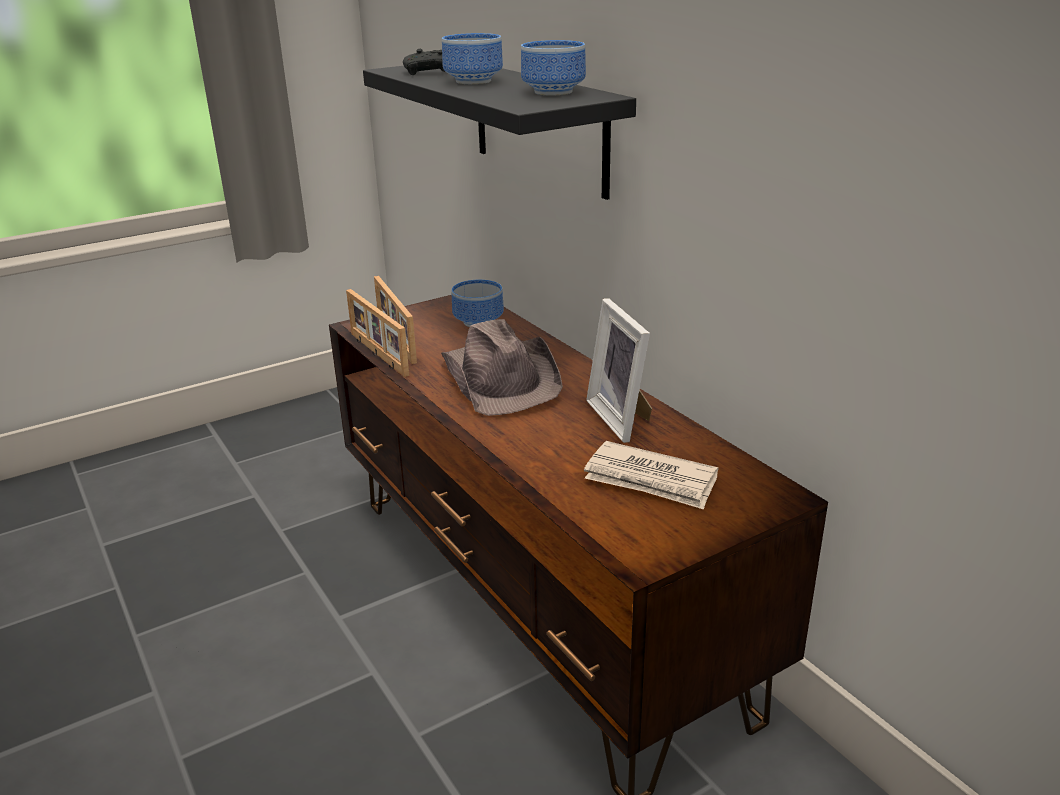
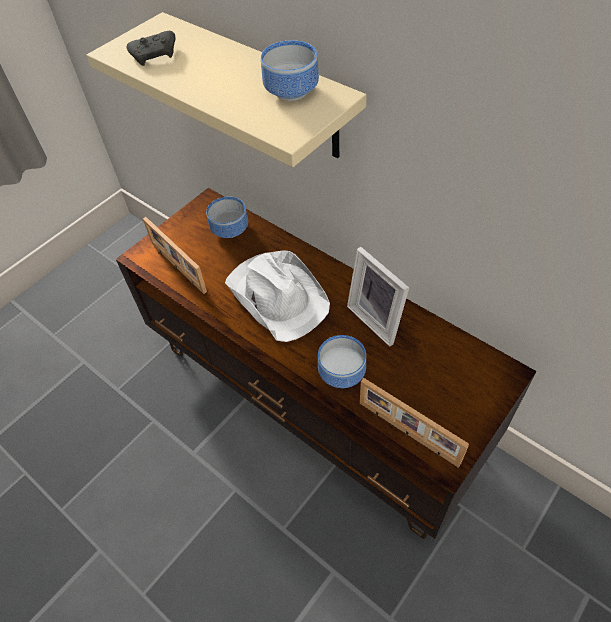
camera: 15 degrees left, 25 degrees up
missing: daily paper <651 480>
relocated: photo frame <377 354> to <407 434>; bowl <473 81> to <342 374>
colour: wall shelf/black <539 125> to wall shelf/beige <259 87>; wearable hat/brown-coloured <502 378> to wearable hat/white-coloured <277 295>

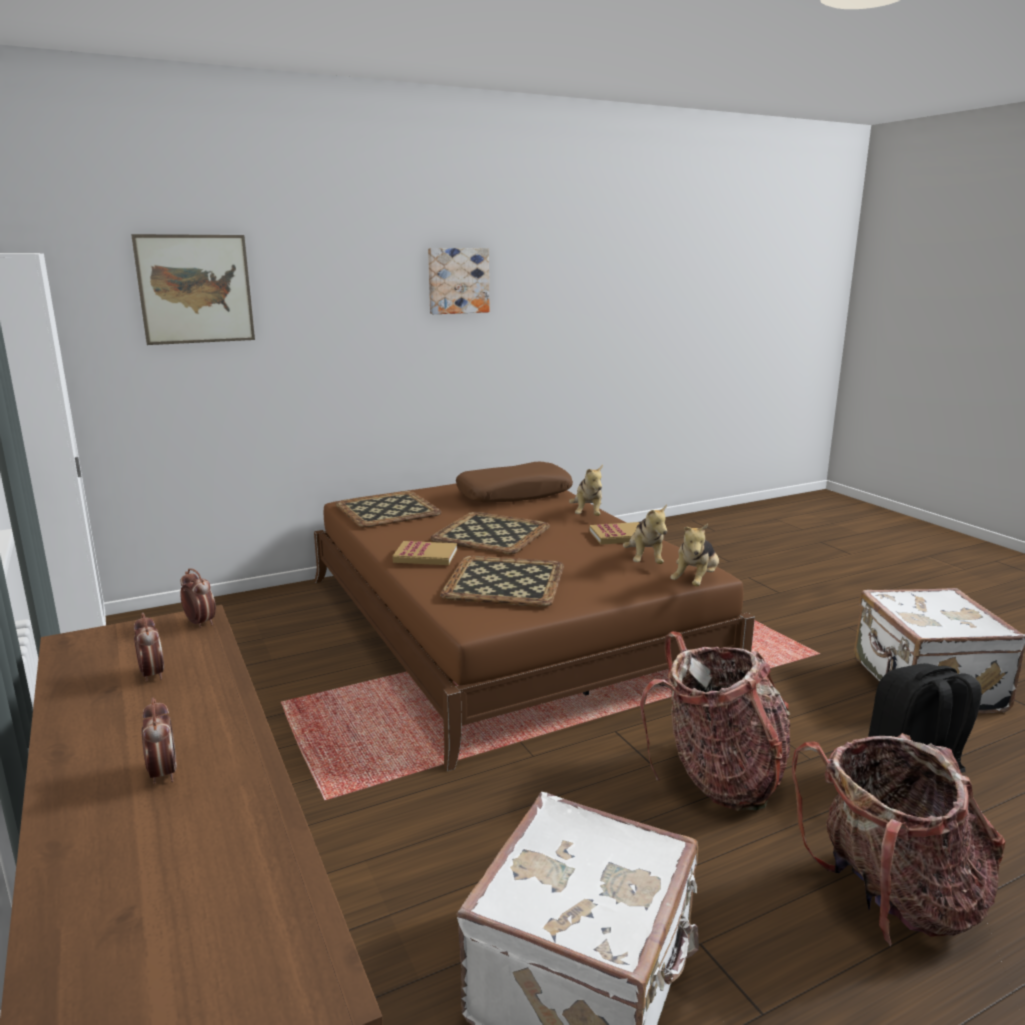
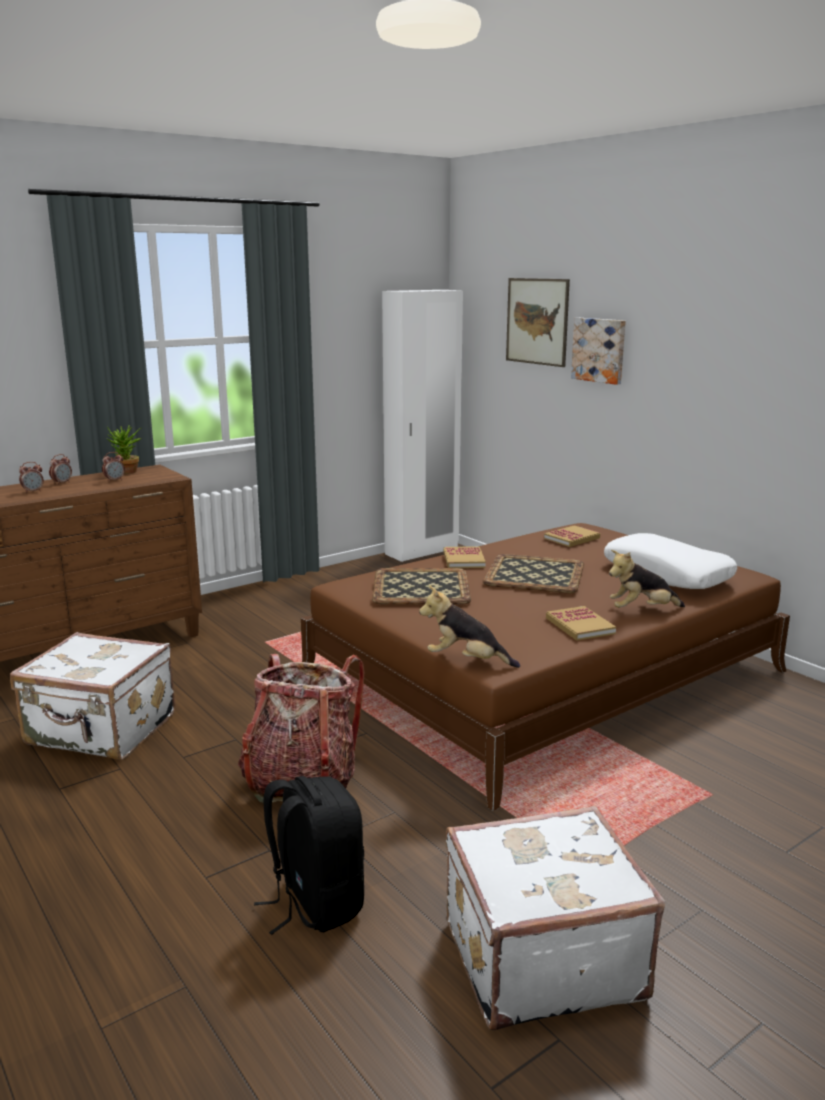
camera: 80 degrees right, 0 degrees up
missing: plush toy <645 561>; rucksack <890 898>
appeared: houseplant <127 472>
relocated: bedside clock <200 623> to <62 483>; wall picture <457 280> to <599 350>
exchanged: serving tray <387 510> to volume <572 538>
colour: pillow/brown-coloured <514 494> to pillow/white-coloured <667 574>

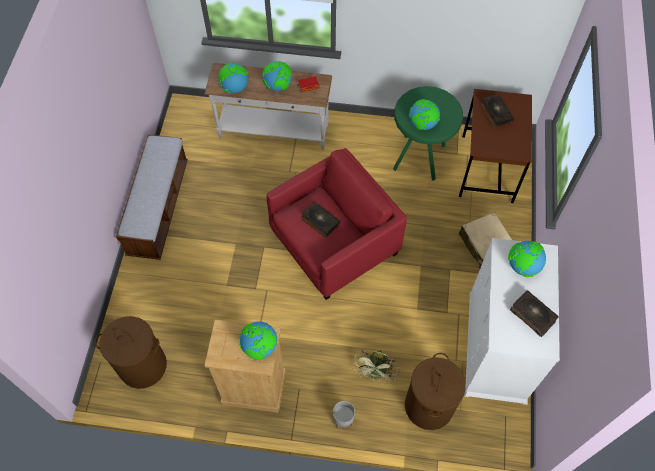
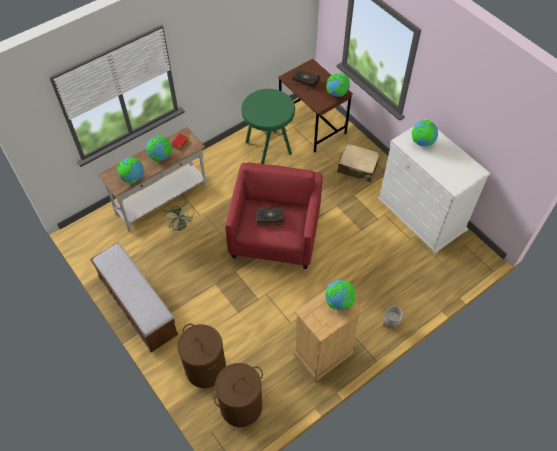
camera: 45 degrees left, 5 degrees down
missing: volume <532 315>
relocated: electric fan/green <376 374> to <181 227>; washing basket/brown-coloured <428 405> to <205 368>; desk globe <423 124> to <337 94>

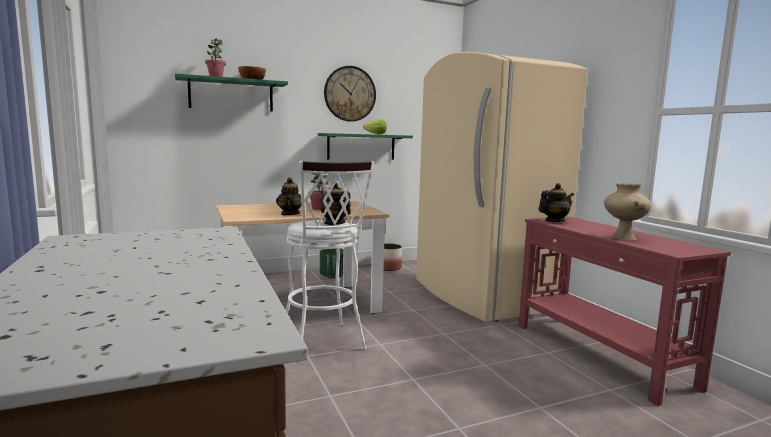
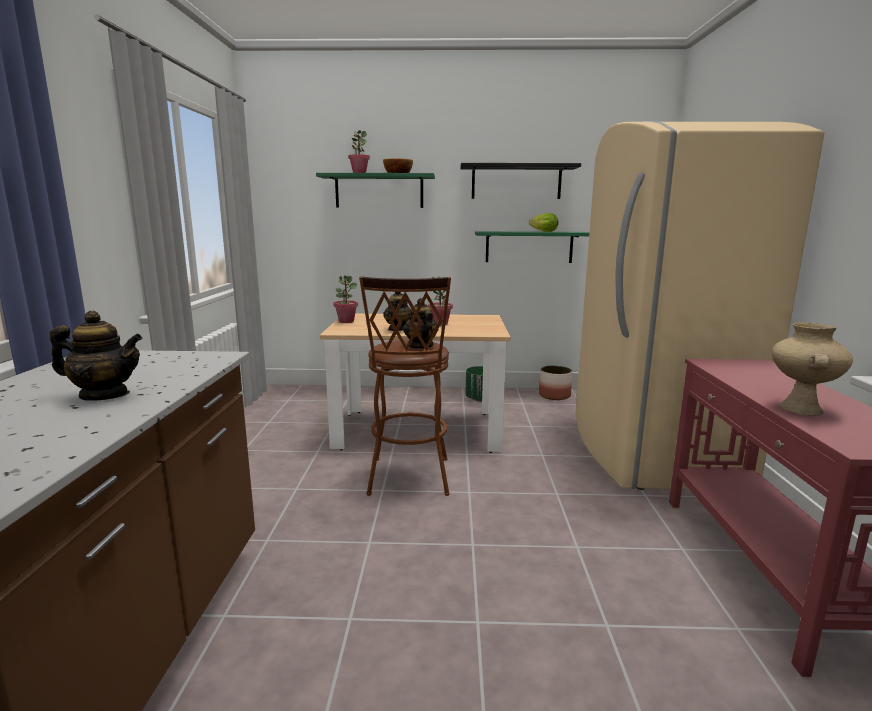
camera: 25 degrees right, 5 degrees up
appeared: houseplant <346 321>
relocated: tea pot <554 221> to <105 395>
exchanged: wall clock <350 94> to wall shelf/black <516 182>
colour: sitting stool/white-coloured <324 344> to sitting stool/brown-coloured <408 480>

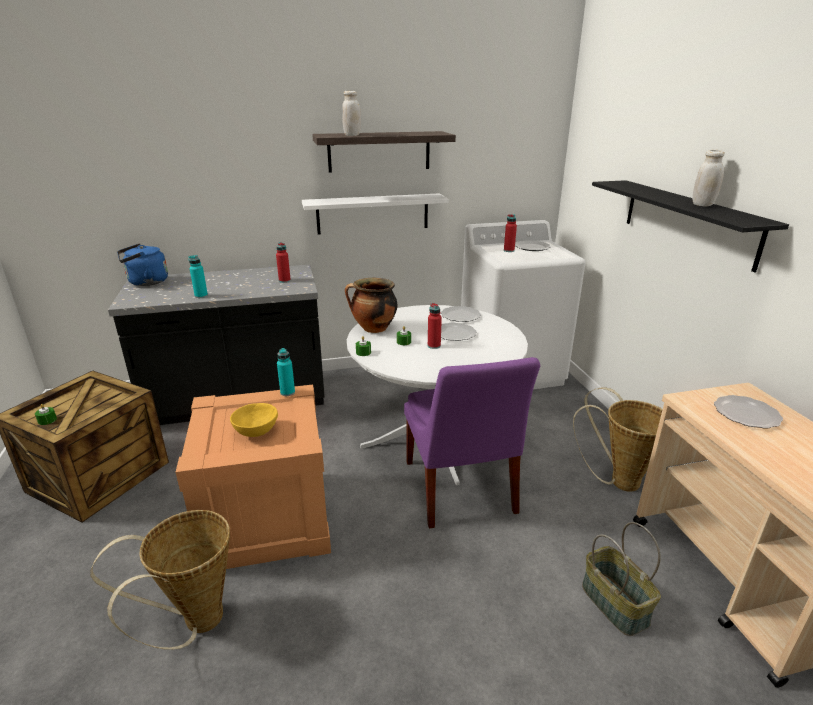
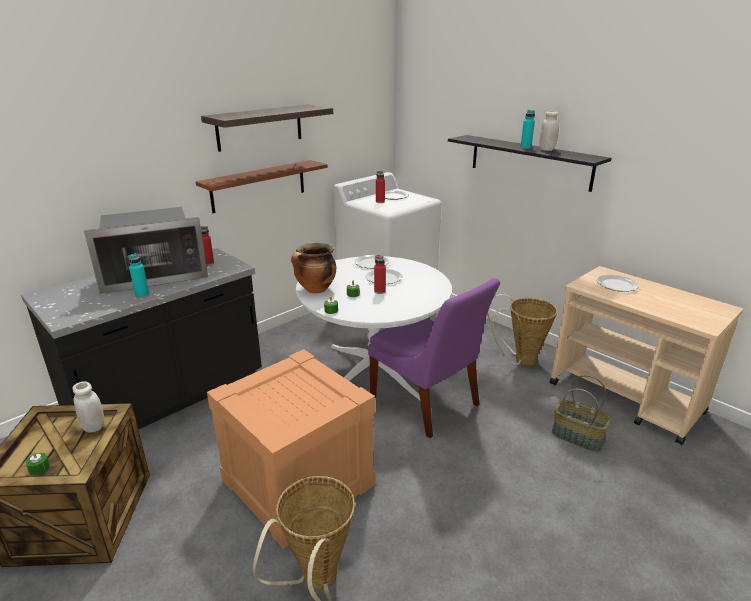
camera: 30 degrees left, 0 degrees up
missing: water kettle/blue <145 282>; bowl/yellow-coloured <255 432>
appeared: microwave oven <154 275>
relocated: beverage bottle/turquoise <287 392> to <525 147>; preserve jar/white-coloured <352 135> to <94 427>
colour: wall shelf/white-coloured <373 213> to wall shelf/brown-coloured <259 186>

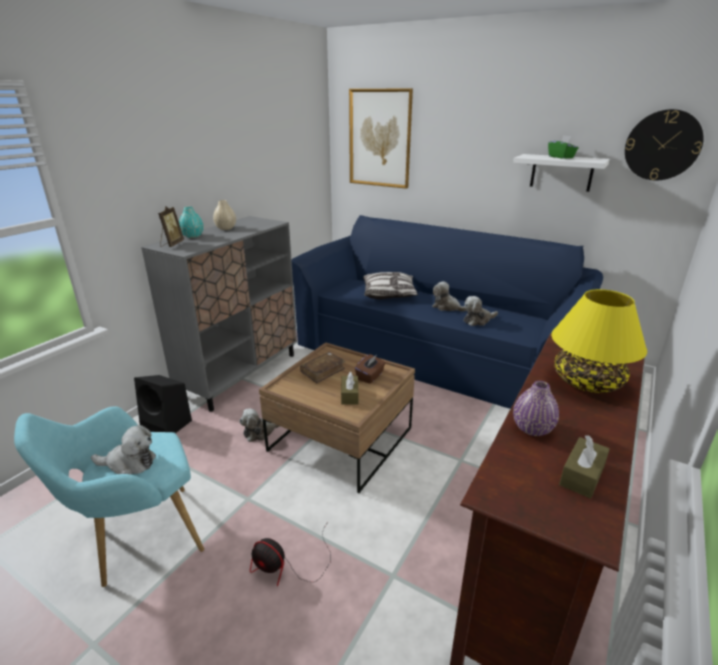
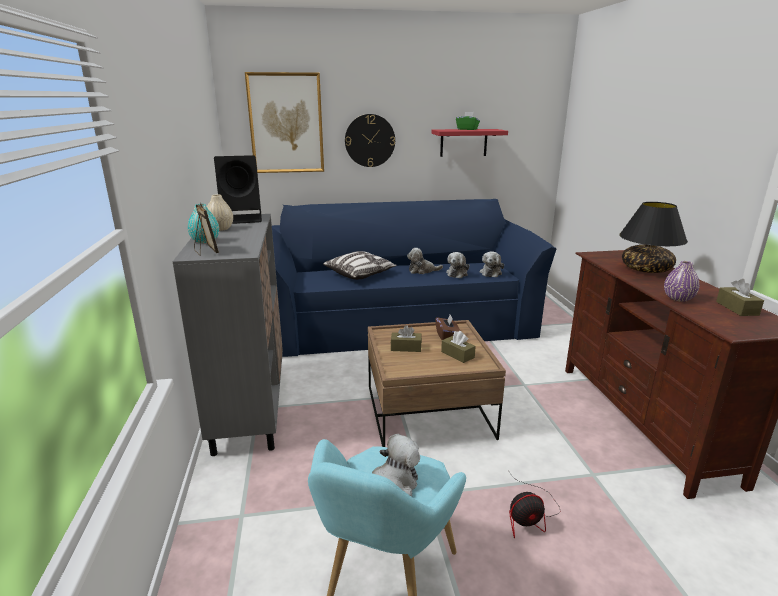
camera: 40 degrees left, 5 degrees down
relocated: loudspeaker/black <168 425> to <243 219>; plush toy <260 432> to <491 273>; wall clock <662 145> to <370 140>
exchanged: volume/brown-coloured <323 371> to tissue box/brown-coloured <406 347>
colour: wall shelf/white-coloured <561 172> to wall shelf/reddish <463 142>; lamp for a table/yellow-coloured <587 382> to lamp for a table/black <646 269>

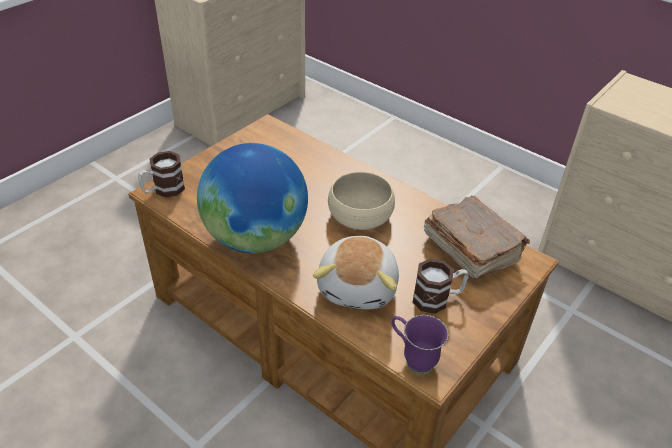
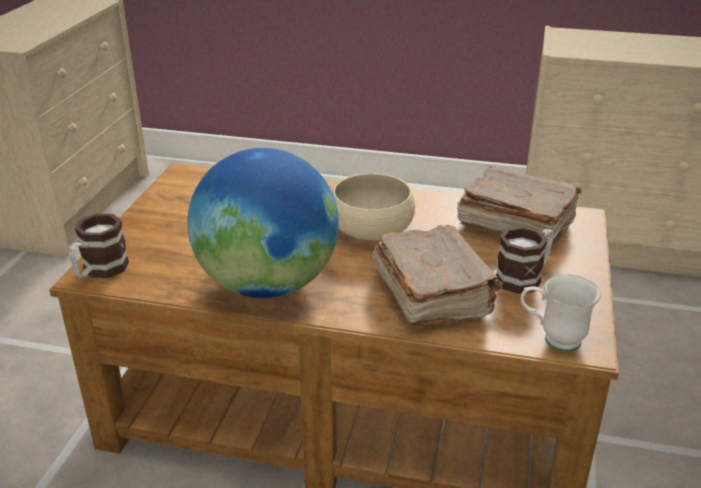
camera: 25 degrees left, 10 degrees down
exchanged: plush toy <359 287> to volume/brown-coloured <432 293>
colour: tea mug/purple <413 359> to tea mug/white-coloured <552 340>

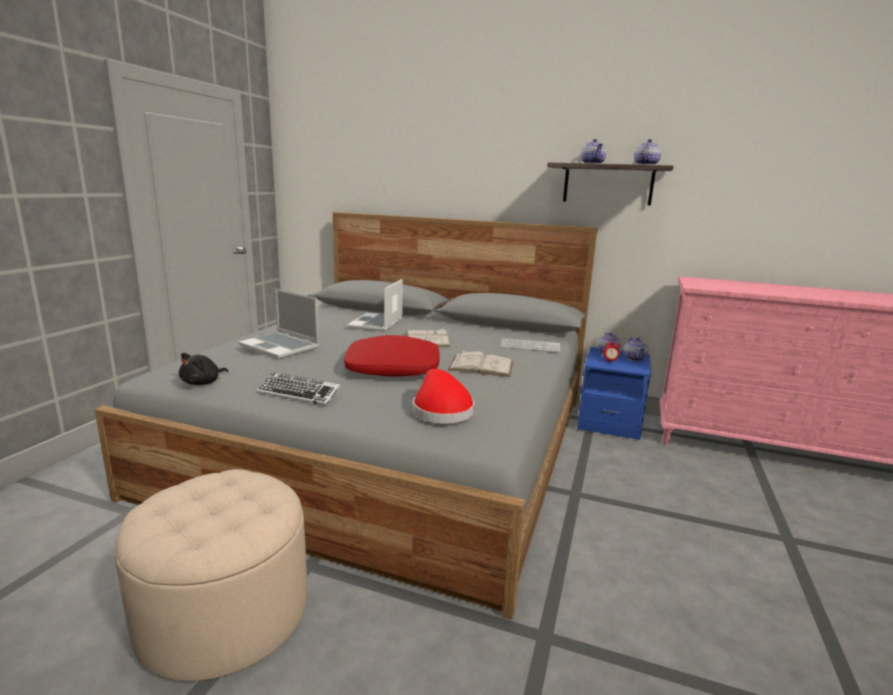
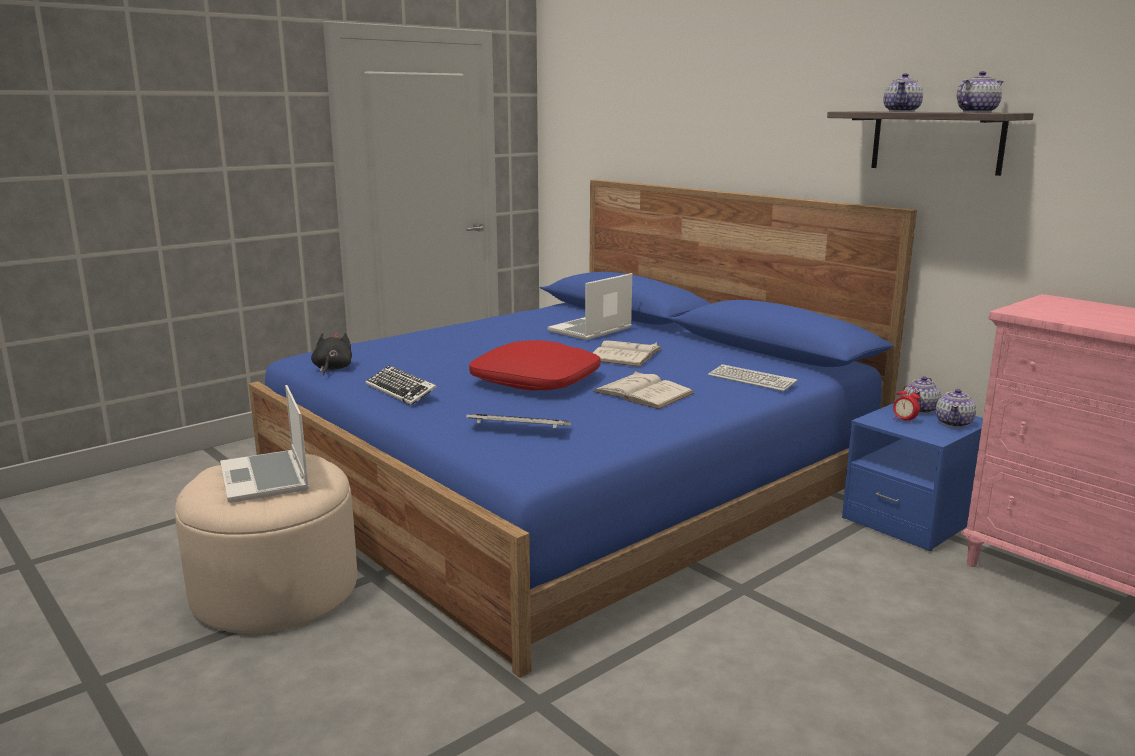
camera: 30 degrees right, 0 degrees up
relocated: laptop <280 347> to <266 479>
exchanged: wearable hat/reddish <440 410> to computer keyboard <519 428>
colour: sleeping bed/grey <392 442> to sleeping bed/blue <571 484>
spun: plush toy/black <203 383> = <332 369> 120 degrees clockwise

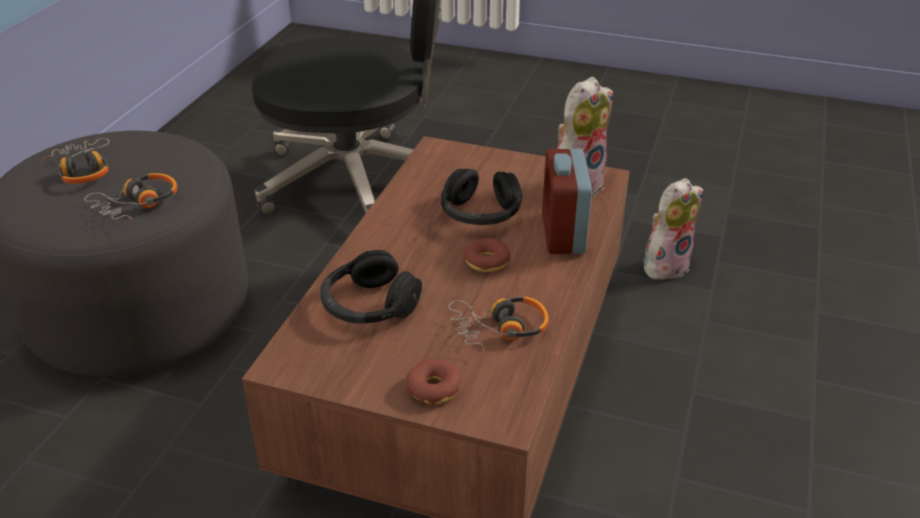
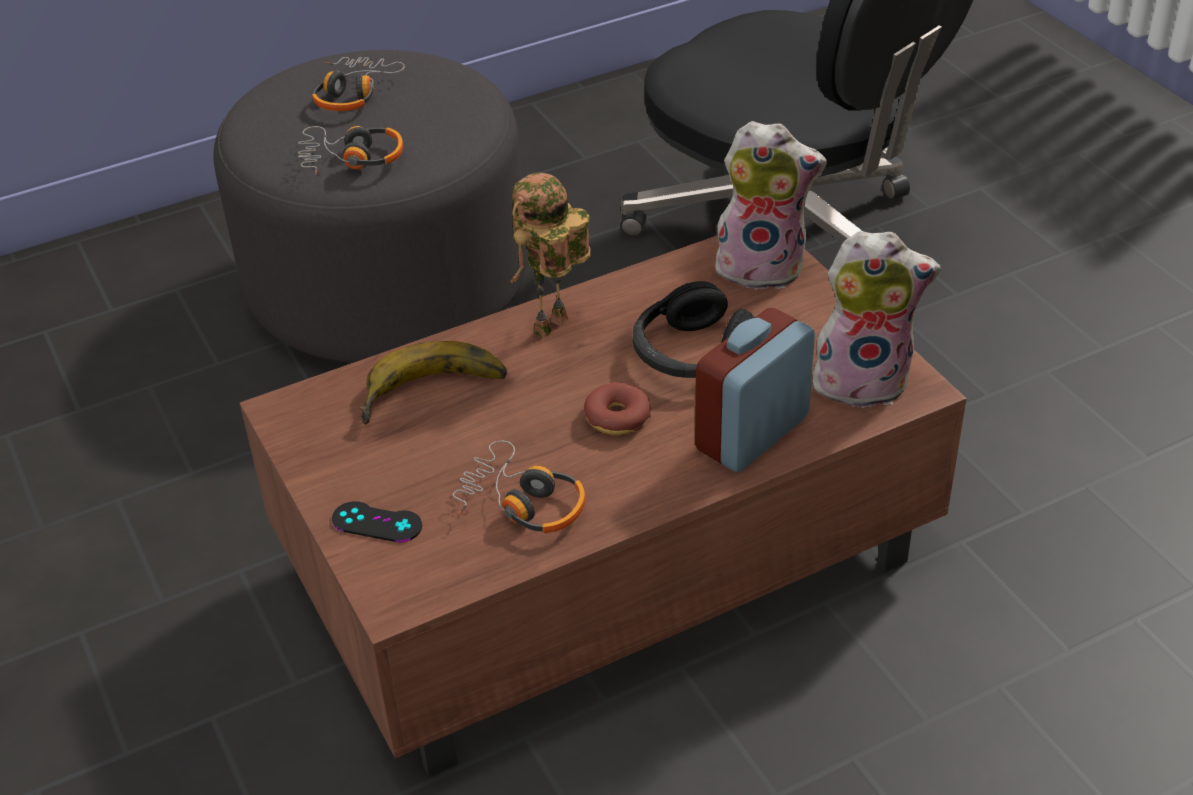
camera: 45 degrees right, 5 degrees up
appeared: robot figure <552 330>
relocated: plush toy <665 265> to <763 266>
exchanged: pair of headphones/black <369 305> to banana fruit <435 396>; ring doughnut <434 388> to gamepad/black <377 522>

